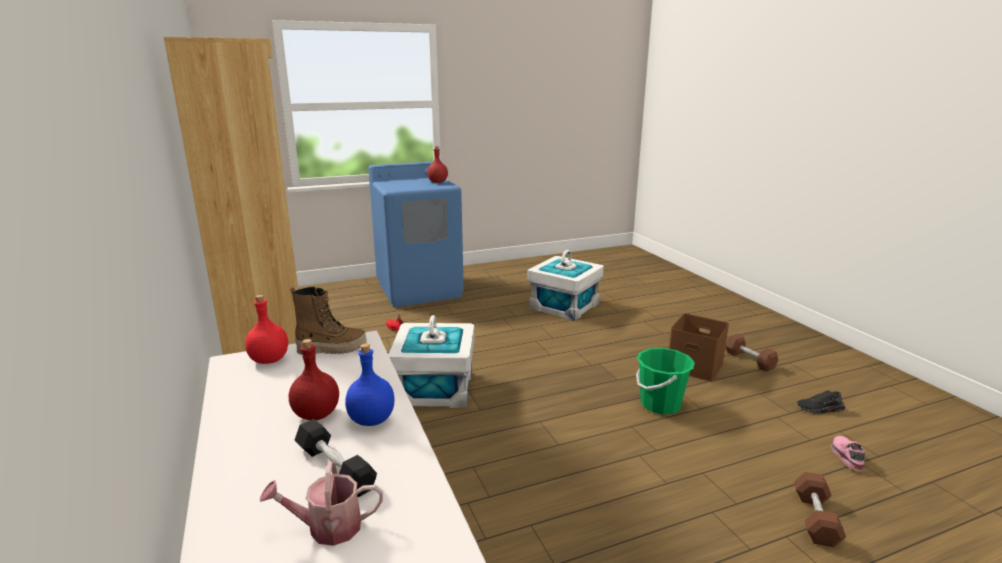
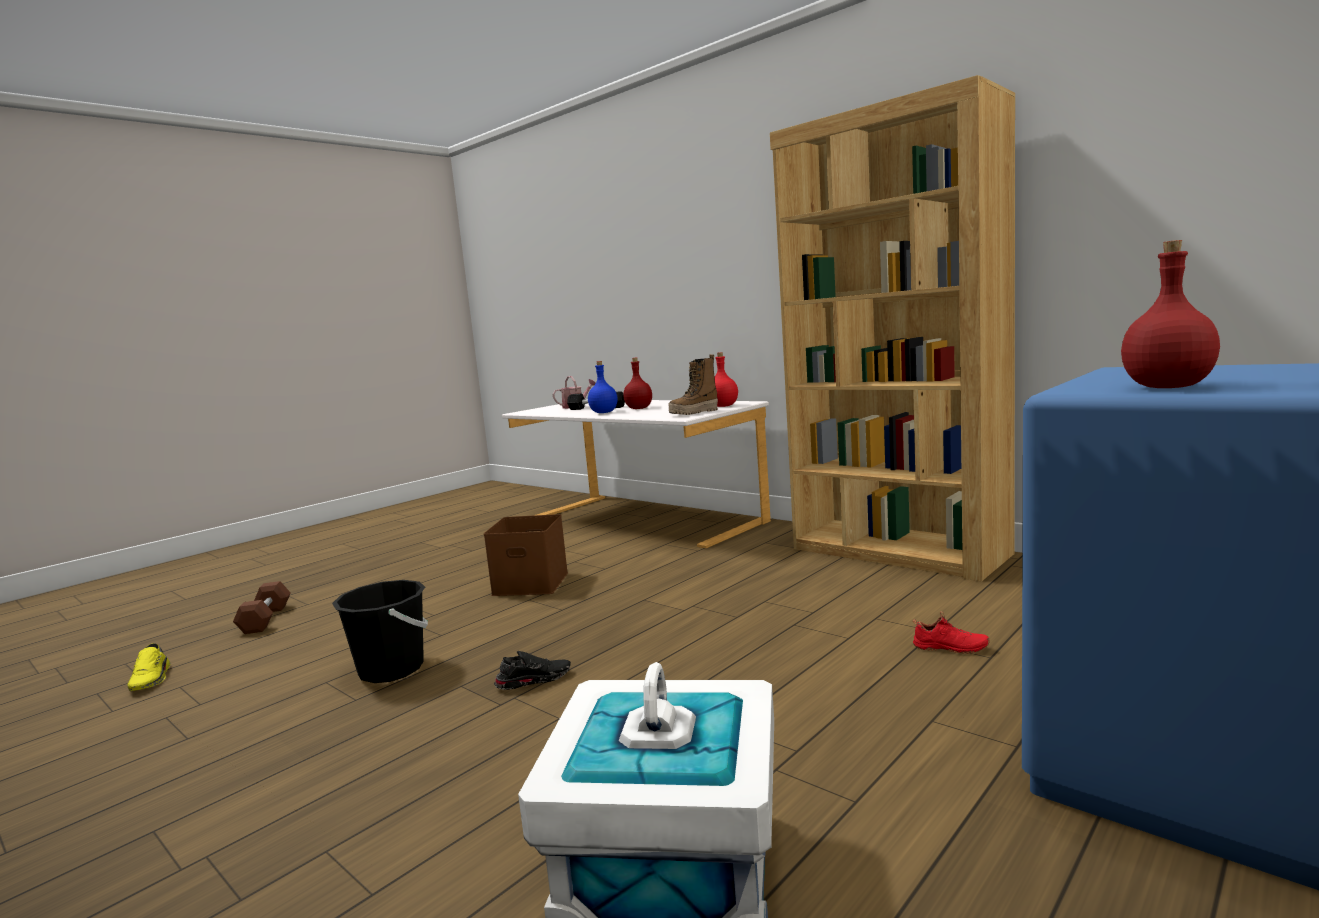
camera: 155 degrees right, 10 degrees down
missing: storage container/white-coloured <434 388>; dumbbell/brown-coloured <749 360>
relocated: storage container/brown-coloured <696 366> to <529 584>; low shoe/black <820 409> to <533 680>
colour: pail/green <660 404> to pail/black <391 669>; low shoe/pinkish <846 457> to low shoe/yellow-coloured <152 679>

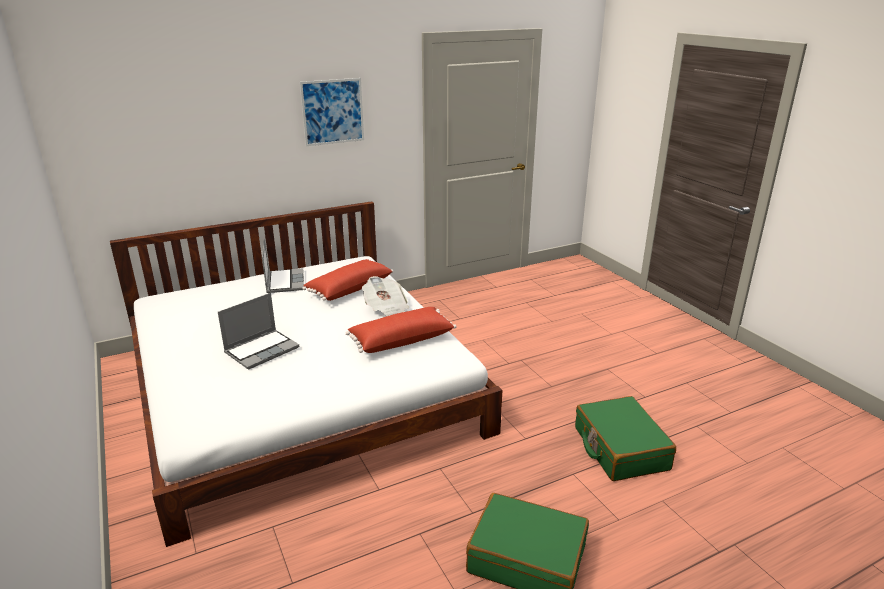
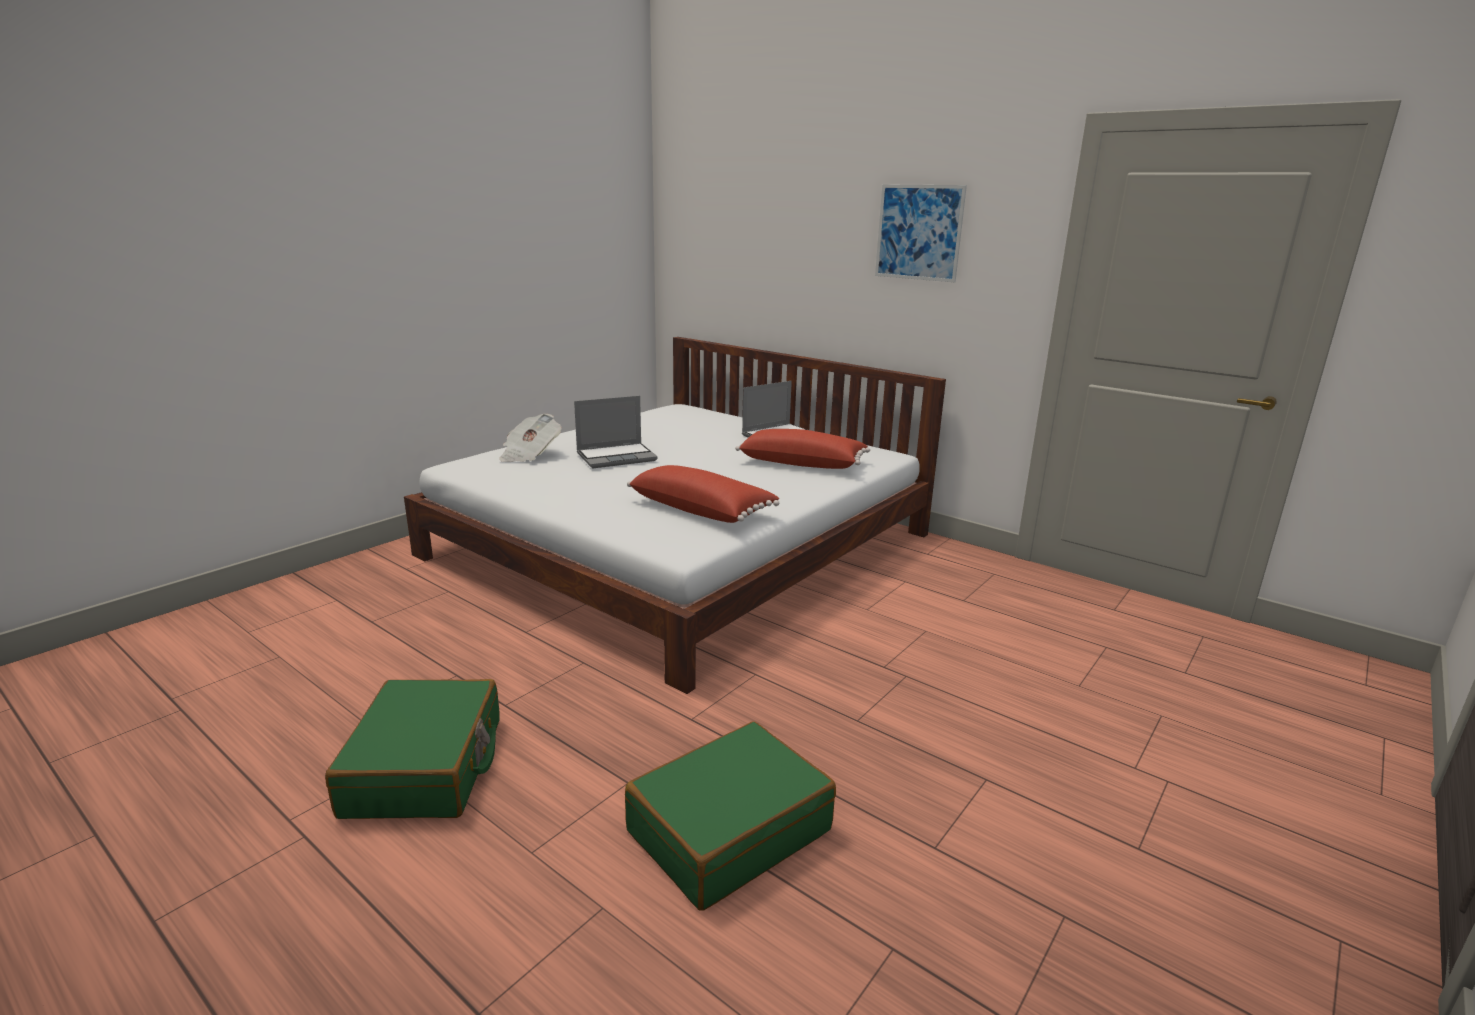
camera: 65 degrees right, 5 degrees down
relocated: daily paper <386 309> to <529 455>
spun: laptop <262 350> = <617 457> 45 degrees counterclockwise

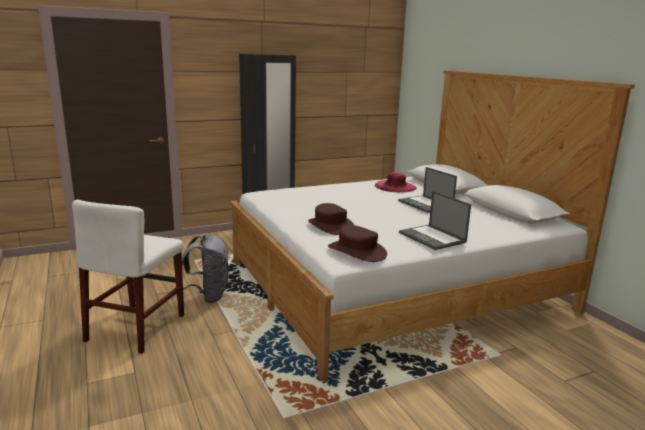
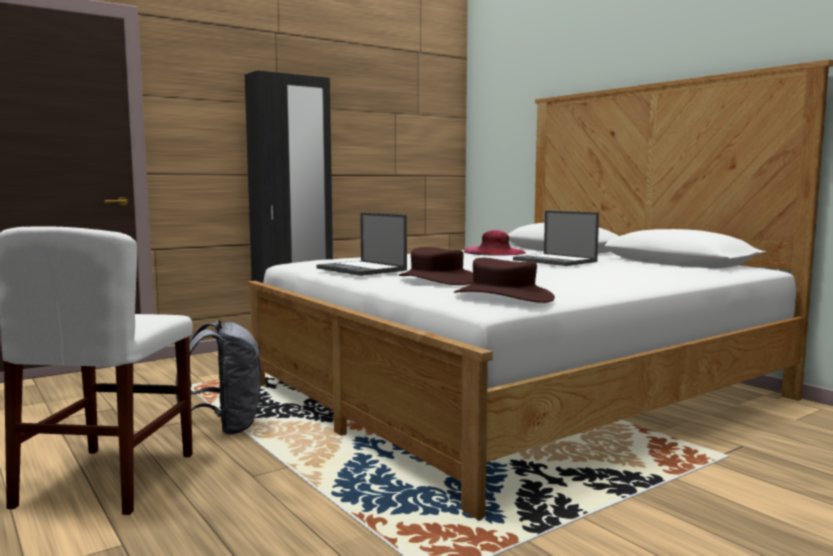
camera: 10 degrees left, 10 degrees down
relocated: laptop <433 238> to <362 269>

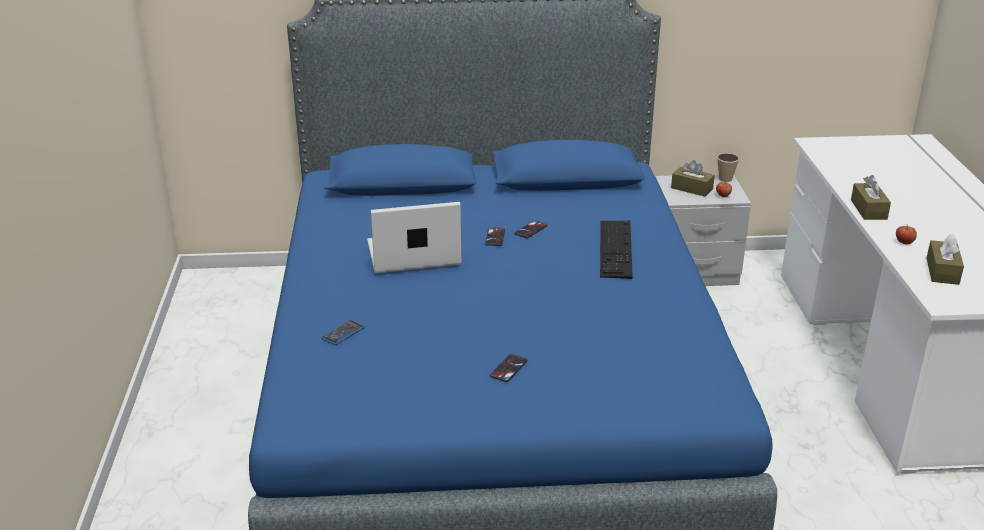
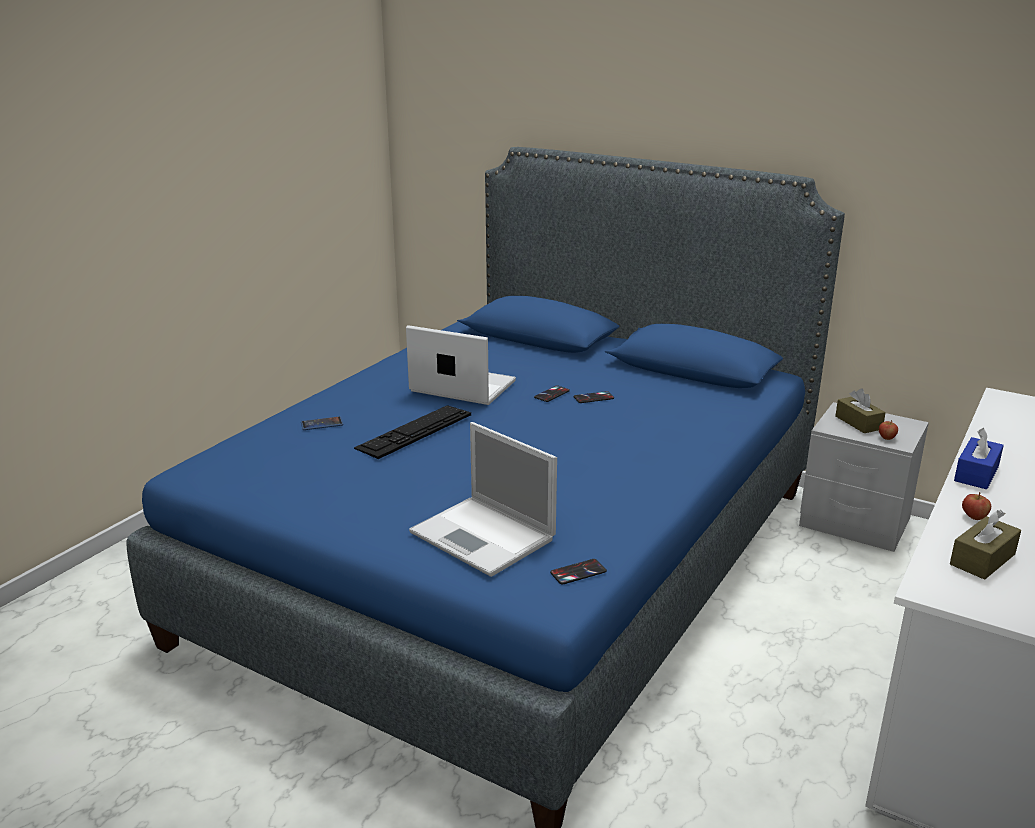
camera: 35 degrees right, 5 degrees down
missing: cup <725 179>
appeared: laptop <484 536>
relocated: phone <508 368> to <578 572>; computer keyboard <615 248> to <414 431>
colour: tissue box/brown-coloured <868 209> to tissue box/blue <976 474>

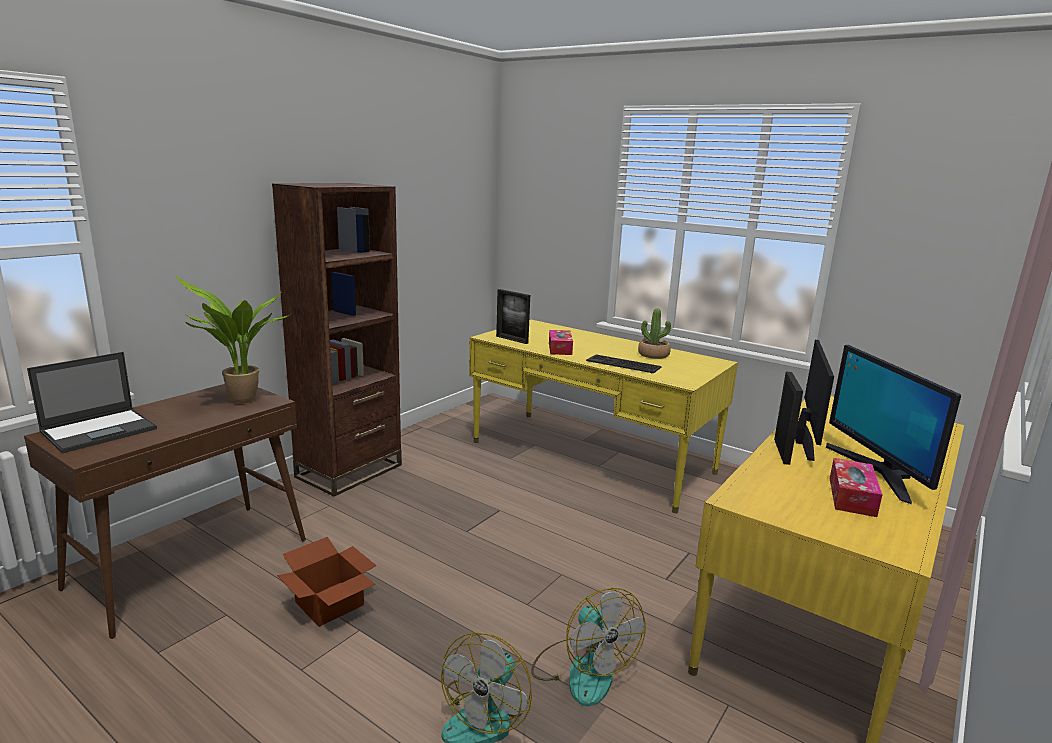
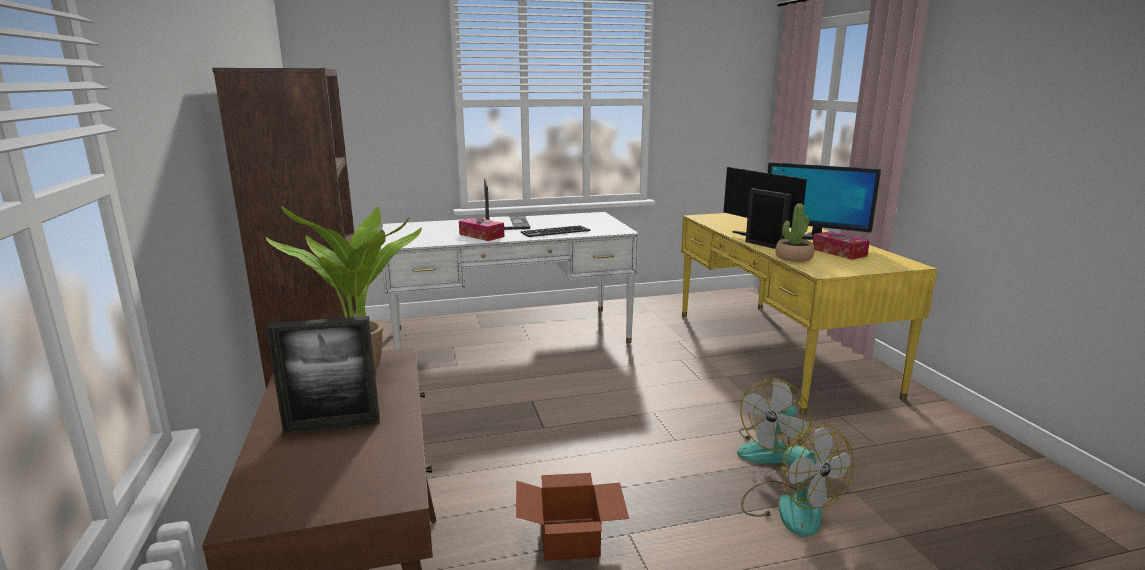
camera: 50 degrees left, 0 degrees up
relocated: laptop <100 430> to <506 223>; photo frame <512 339> to <332 426>; houseplant <653 355> to <793 257>
colour: desk unit/yellow-coloured <591 457> to desk unit/white-coloured <510 336>
spun: electric fan <582 670> = <770 449> 120 degrees clockwise

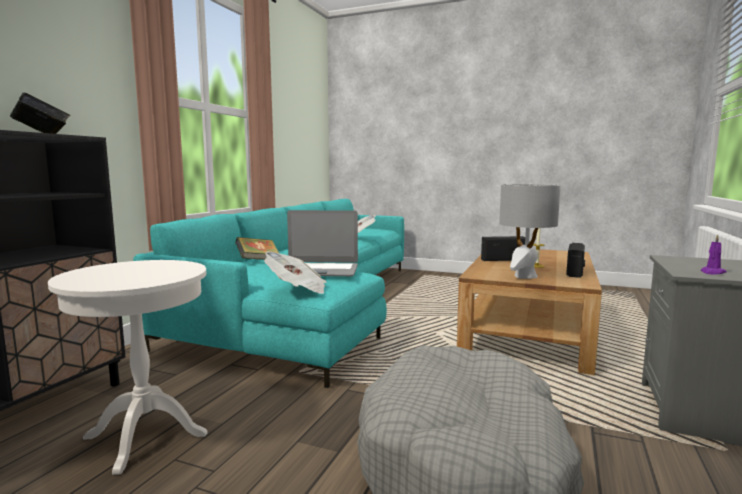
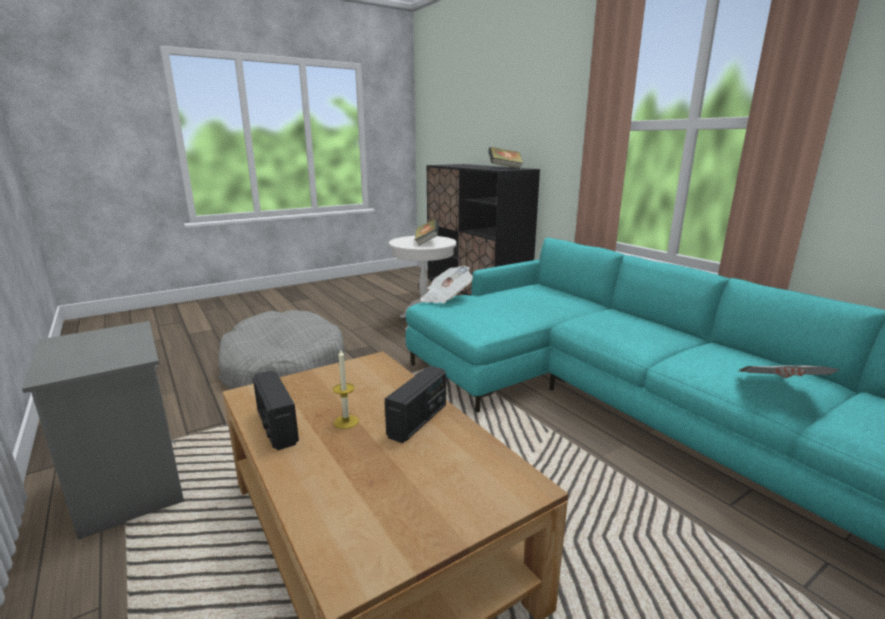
camera: 125 degrees right, 10 degrees up
missing: laptop <319 271>; lamp for a table/grey <525 276>; candle/purple <712 272>
relocated: volume <258 261> to <426 242>

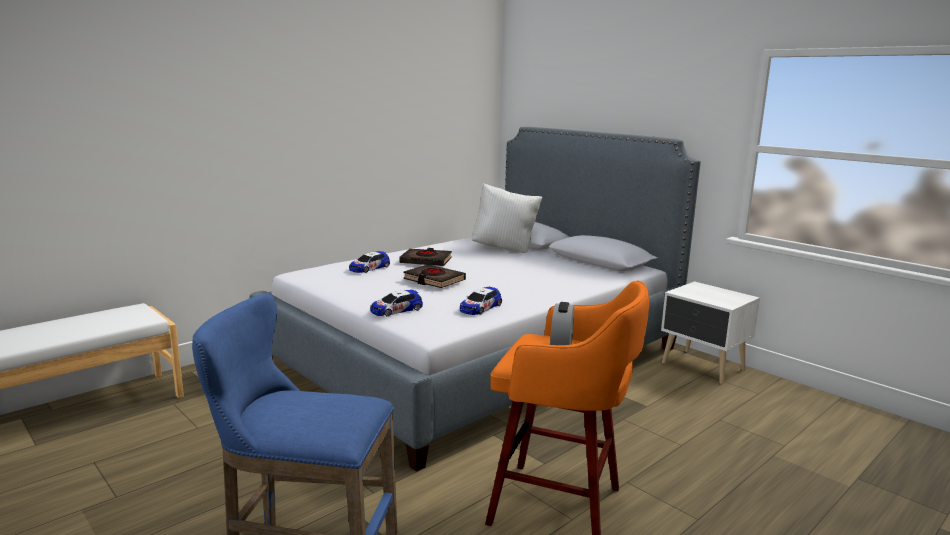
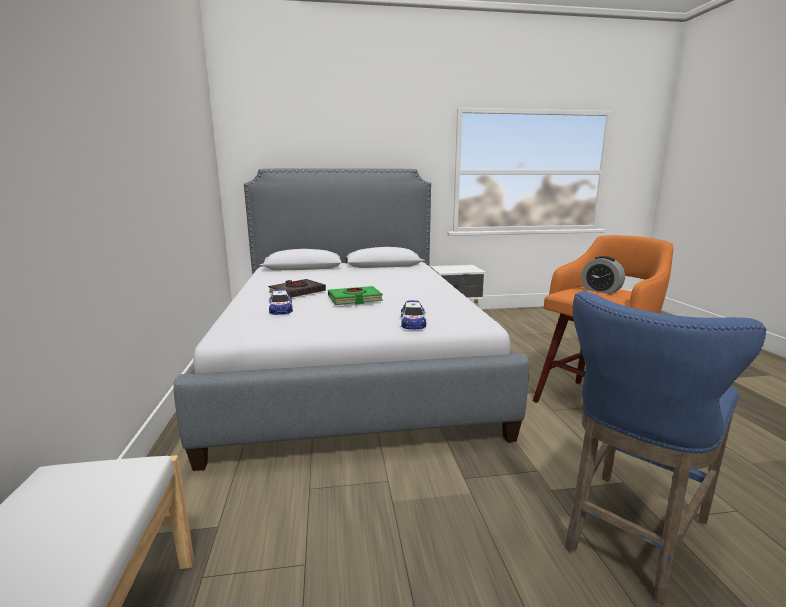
camera: 55 degrees left, 0 degrees up
missing: toy car <480 307>; pillow/white-coloured <505 249>
colour: volume/black <434 280> to volume/green <355 299>

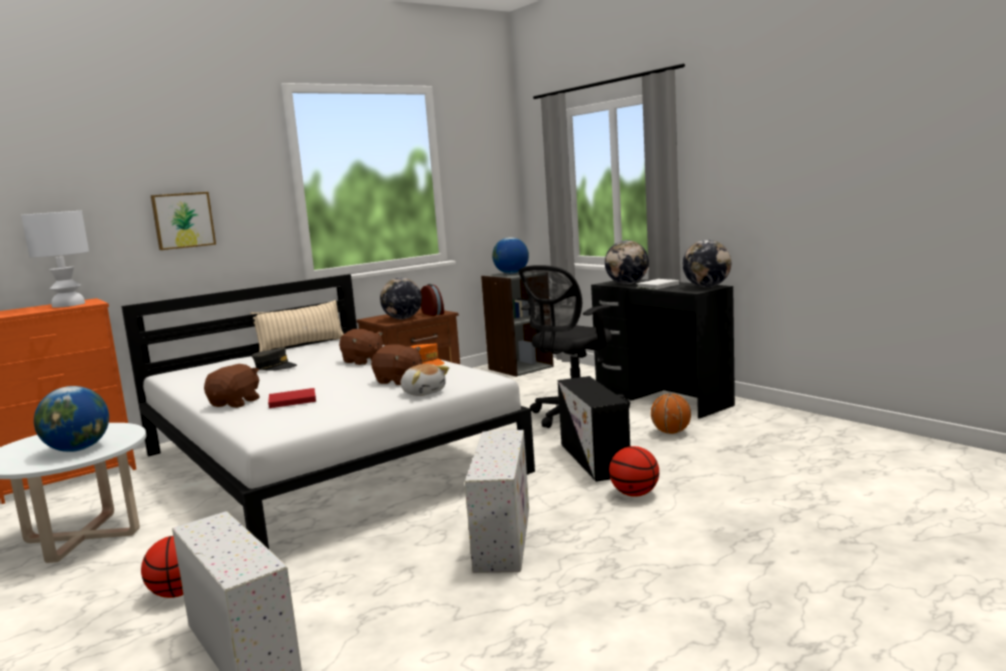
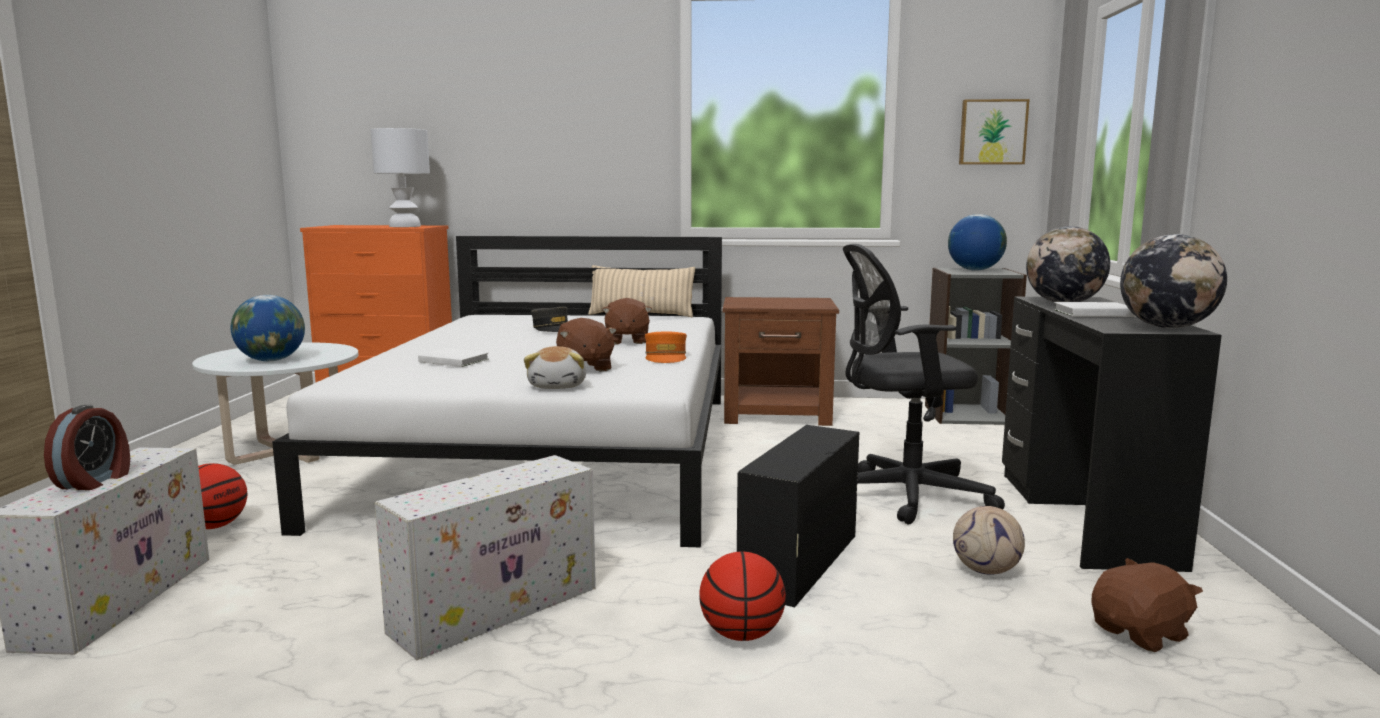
camera: 40 degrees right, 0 degrees up
missing: desk globe <403 318>
relocated: wall picture <183 220> to <992 132>; plush toy/brown-coloured <236 403> to <1141 633>; bedside clock <433 314> to <95 481>
exchanged: ball for basketball <671 432> to football ball <987 571>
colour: volume/reddish <291 400> to volume/white-coloured <453 360>

